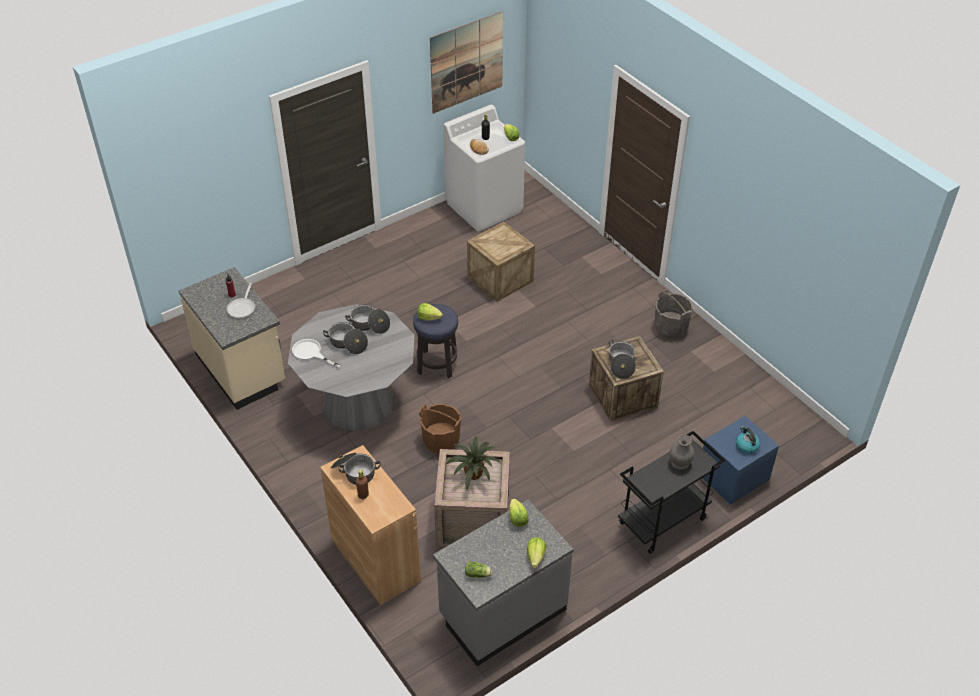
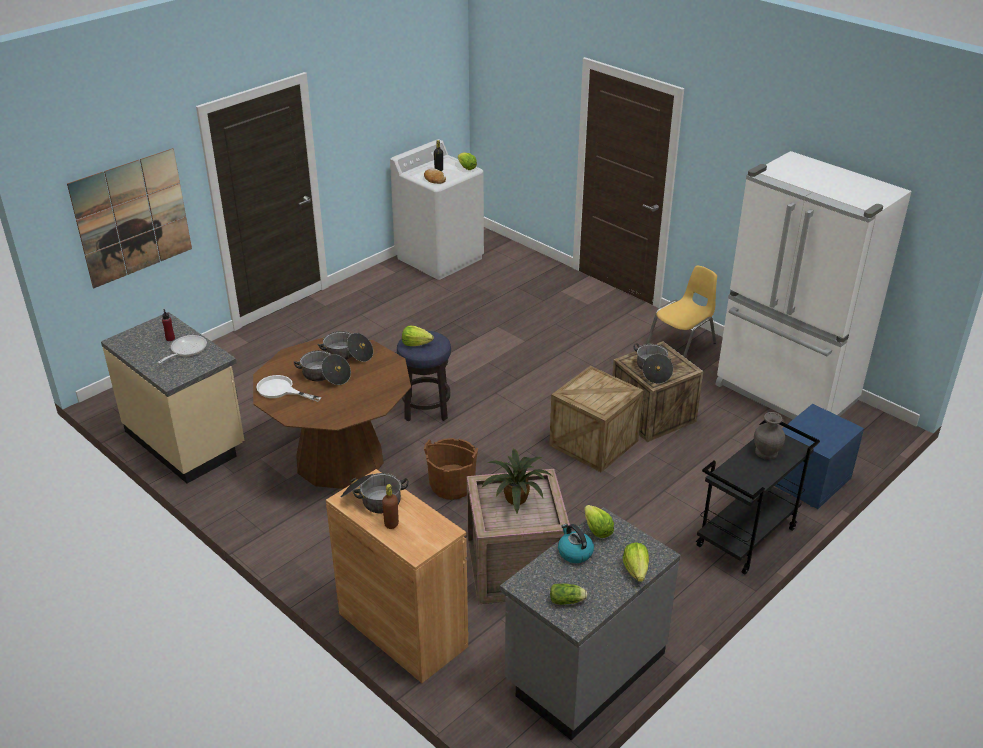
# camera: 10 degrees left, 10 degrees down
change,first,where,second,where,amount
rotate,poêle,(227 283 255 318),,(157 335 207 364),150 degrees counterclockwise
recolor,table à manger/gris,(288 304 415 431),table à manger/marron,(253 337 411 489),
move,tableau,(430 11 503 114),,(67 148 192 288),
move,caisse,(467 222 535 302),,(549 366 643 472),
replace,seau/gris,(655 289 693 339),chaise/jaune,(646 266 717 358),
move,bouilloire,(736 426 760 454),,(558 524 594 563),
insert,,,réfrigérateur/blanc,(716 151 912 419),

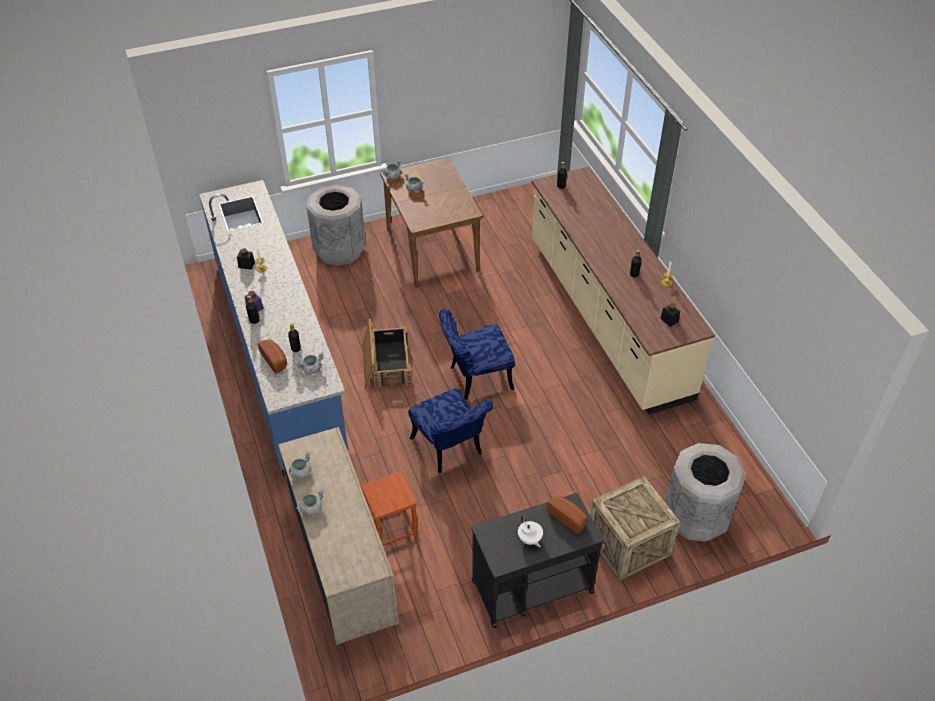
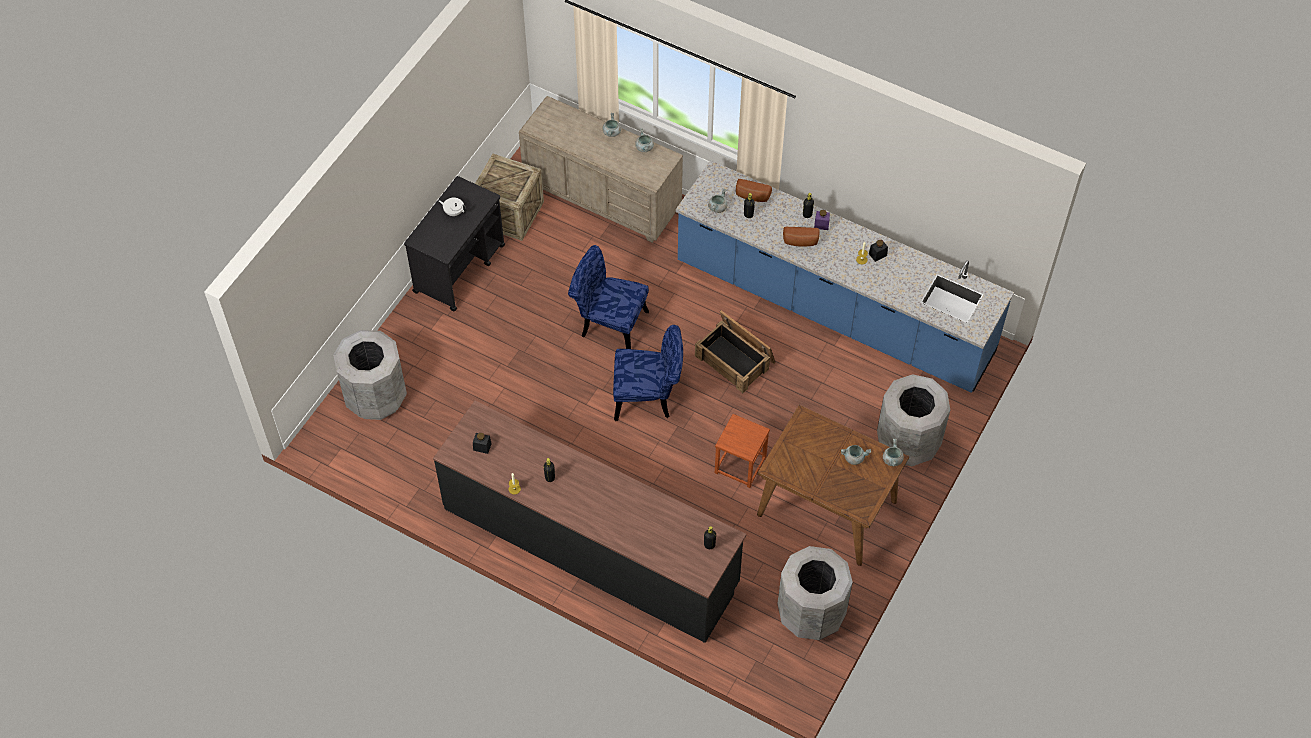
# camera: 140 degrees right, 10 degrees up
change,first,where,second,where,amount
move,tabouret/marron,(360 471 418 546),,(715 414 770 488),
rotate,chaise/bleu,(439 309 515 400),,(613 325 683 421),60 degrees clockwise
recolor,comptoir de cuisine/beige,(532 166 715 414),comptoir de cuisine/noir,(433 401 746 643),
move,pain,(547 495 587 534),,(783 227 820 247),
move,caisse,(590 476 680 580),,(475 154 544 241),
insert,,,poubelle/gris,(777 546 853 640),

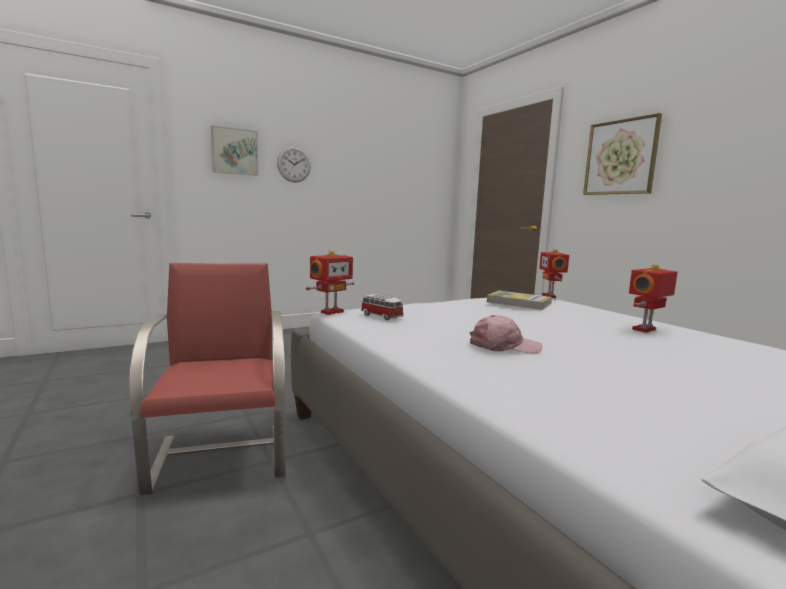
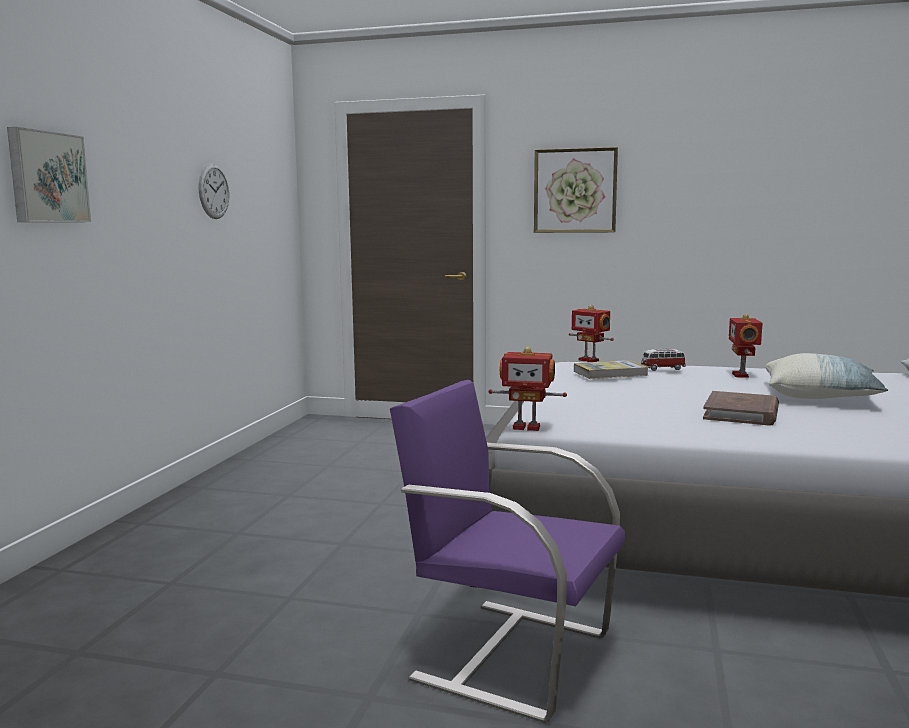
# camera: 45 degrees left, 0 degrees up
change,first,where,second,where,amount
recolor,chaise/rouge,(129 263 286 495),chaise/violet,(390 380 625 723),
move,horloge murale,(277 147 311 182),,(199 163 229 219),
rotate,robot jouet,(306 250 354 315),,(489 347 567 431),105 degrees clockwise
move,petite voiture,(361 294 404 320),,(641 348 686 371),
replace,casquette/rose,(470 315 542 354),livre/marron,(703 391 779 425),
insert,,,coussin,(765 353 888 399),

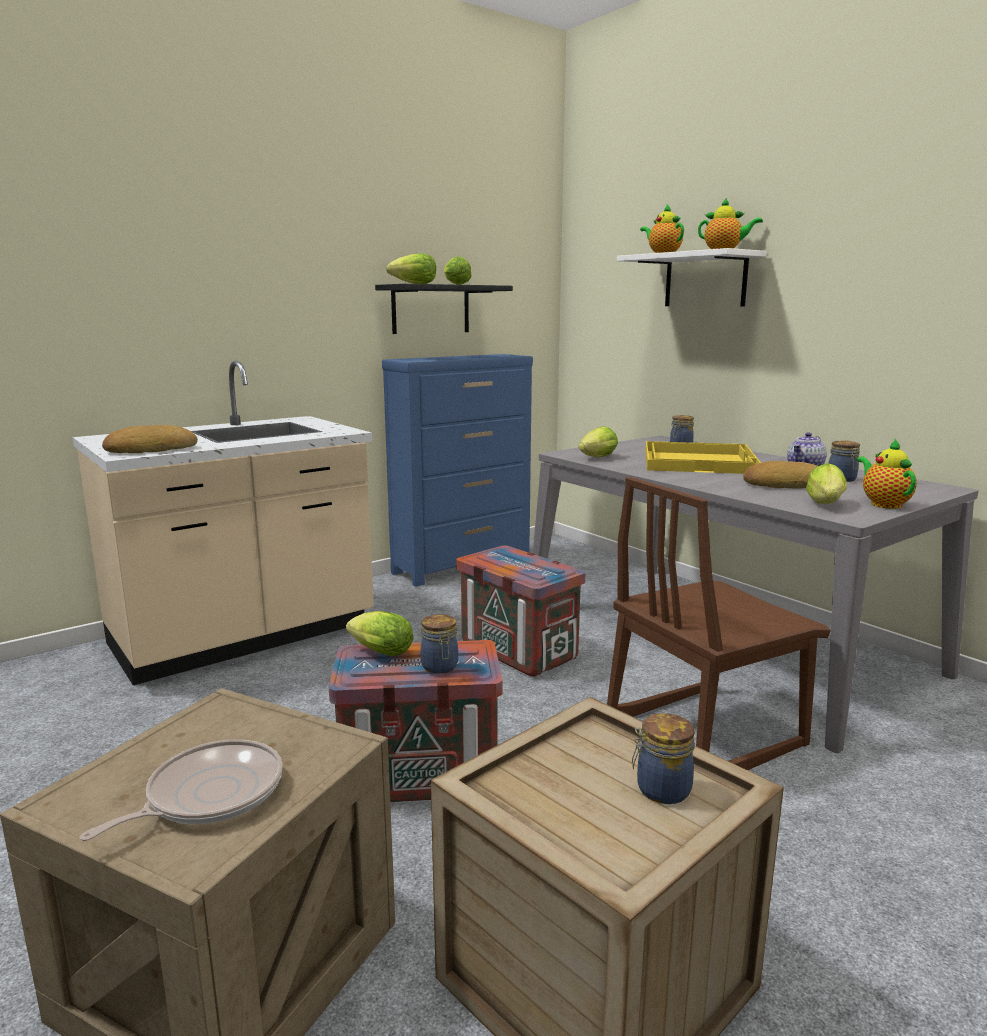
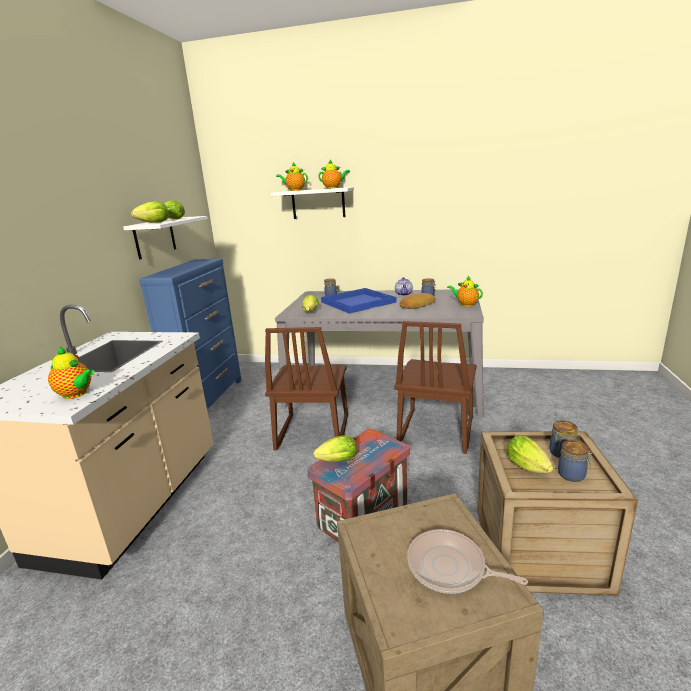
# camera: 40 degrees left, 5 degrees up
change,first,where,second,where,amount
rotate,poêle,(80 739 282 841),,(407 529 528 594),60 degrees counterclockwise
replace,pain,(102 425 198 453),théière,(48 346 95 399),
recolor,étagère/noir,(375 284 513 334),étagère/blanc,(123 216 208 260),
move,bocal,(421 614 458 673),,(558 440 593 482),
replace,caisse,(456 546 585 677),chaise/marron,(265 327 348 451),
recolor,plateau/jaune,(645 441 761 474),plateau/bleu,(321 288 397 314),
move,laitue,(806 463 847 504),,(506 435 553 473),

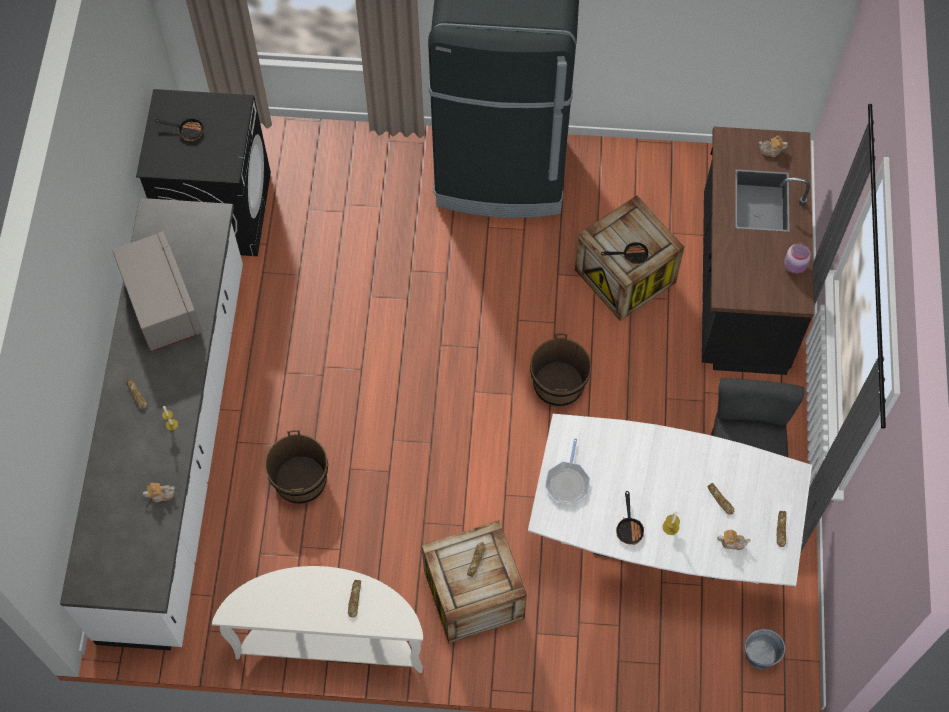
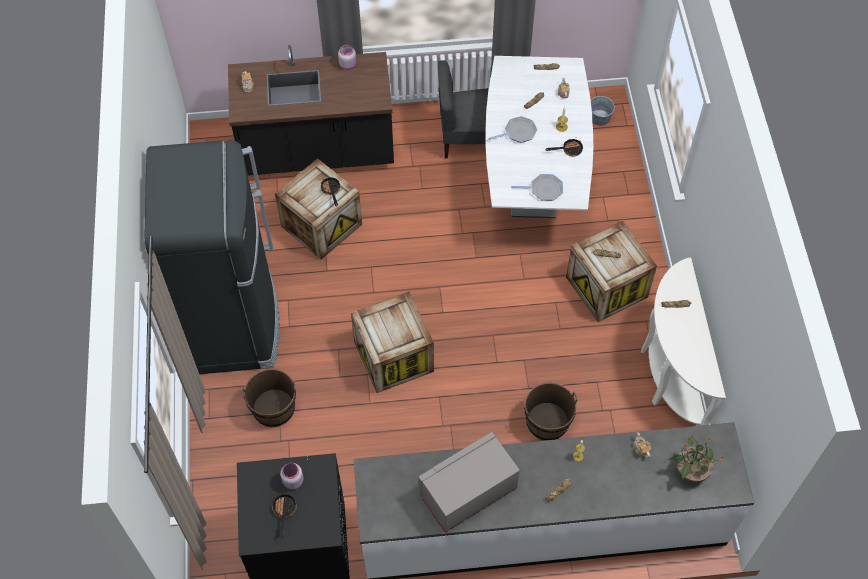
# camera: 100 degrees left, 5 degrees down
change,first,where,second,where,amount
move,seau/marron,(530 333 591 407),,(242 369 296 427),
insert,,,bocal/rose,(280 463 304 489),
insert,,,caisse,(351 292 434 393),
insert,,,poêle,(488 116 537 143),
insert,,,plante en pot,(667 434 724 482),

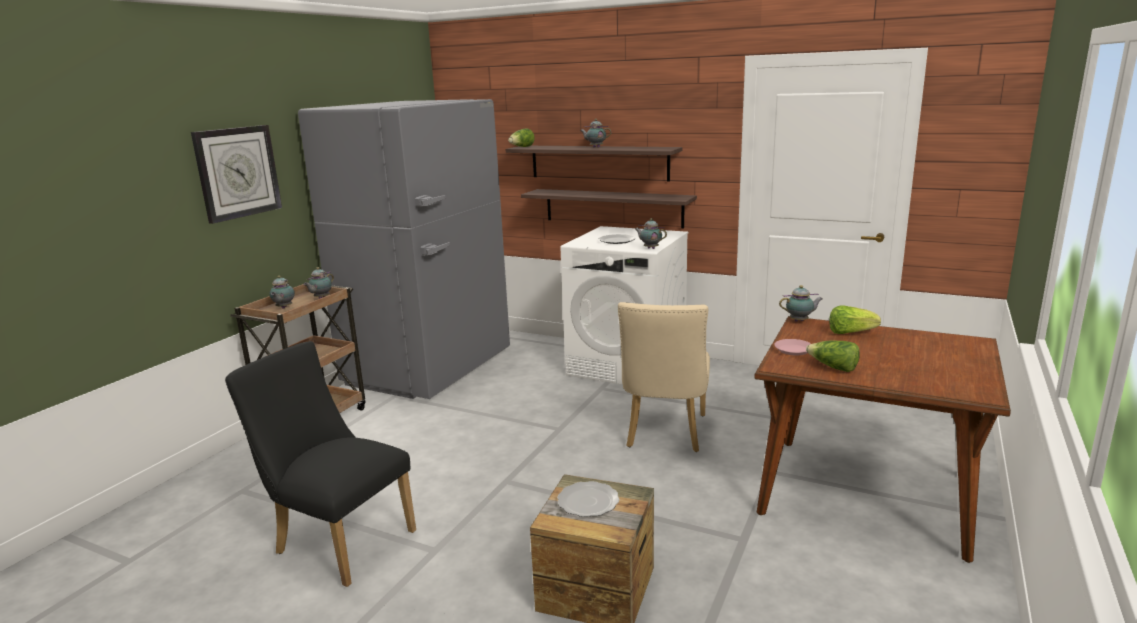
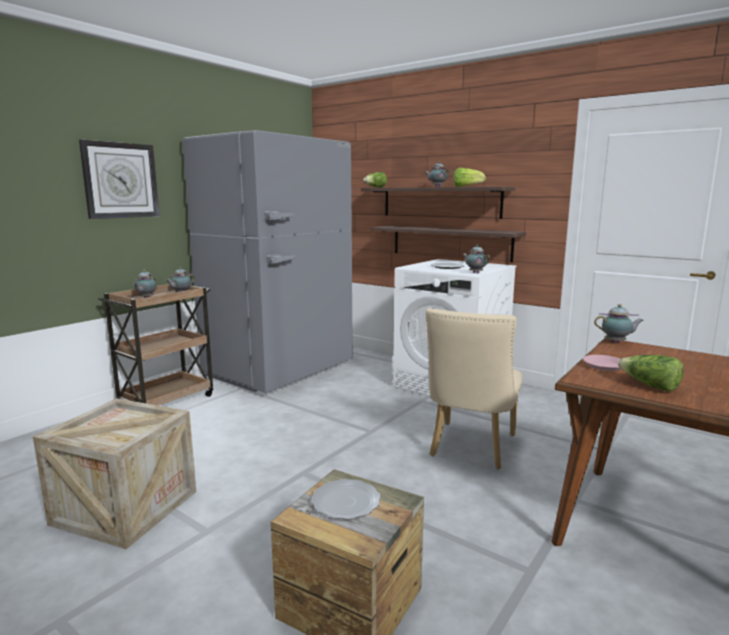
# camera: 10 degrees right, 5 degrees down
change,first,where,second,where,amount
replace,chaise/noir,(225 341 416 587),caisse,(33 398 196 549),
move,laitue,(829 305 881 334),,(453 168 486 187),

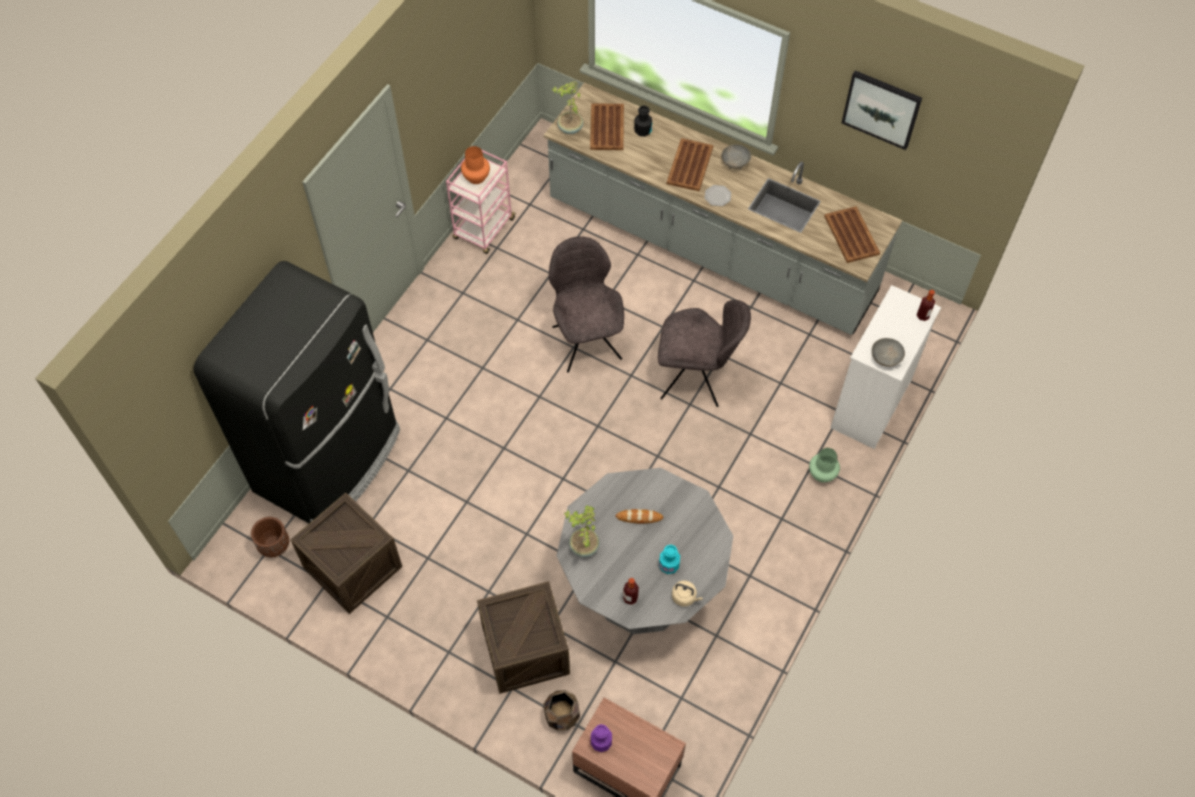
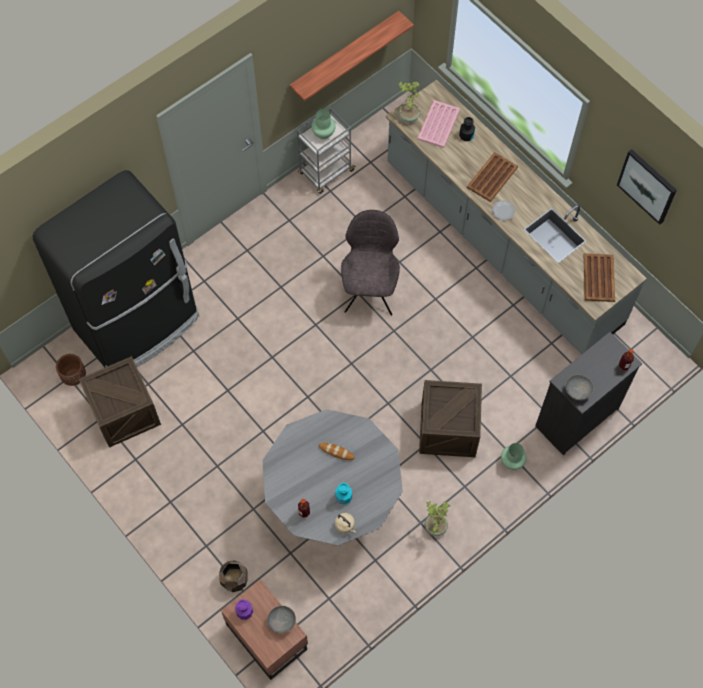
# camera: 20 degrees right, 5 degrees up
change,first,where,second,where,amount
recolor,chariot/rose,(446 150 517 254),chariot/gris,(297 107 356 194),
recolor,vase/orange,(461 146 490 184),vase/vert,(311 109 336 139),
move,caisse,(477 581 570 694),,(419 380 482 457),
move,plante en pot,(564 506 600 557),,(425 501 450 536),
recolor,plateau/marron,(590 103 624 150),plateau/rose,(417 100 460 148),
delete,chaise/gris,(658 300 751 407),,,
move,bol/gris,(721 144 751 170),,(267 606 296 633),
recolor,commode/blanc,(831 285 941 449),commode/noir,(535 332 643 456),
insert,,,étagère,(289 11 414 101),

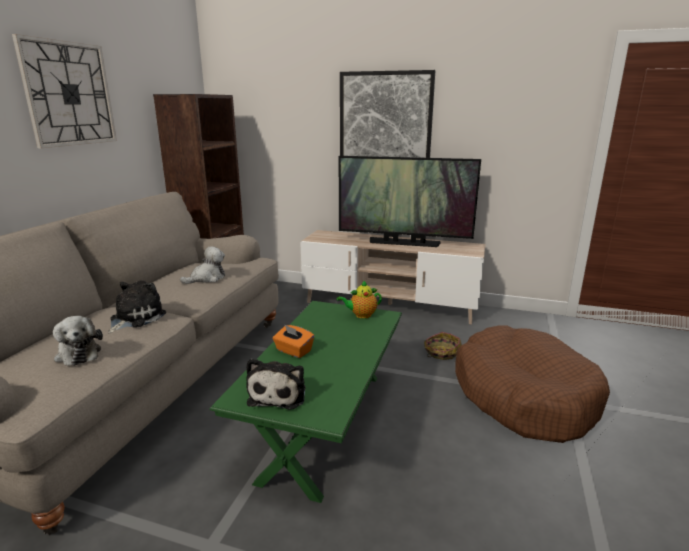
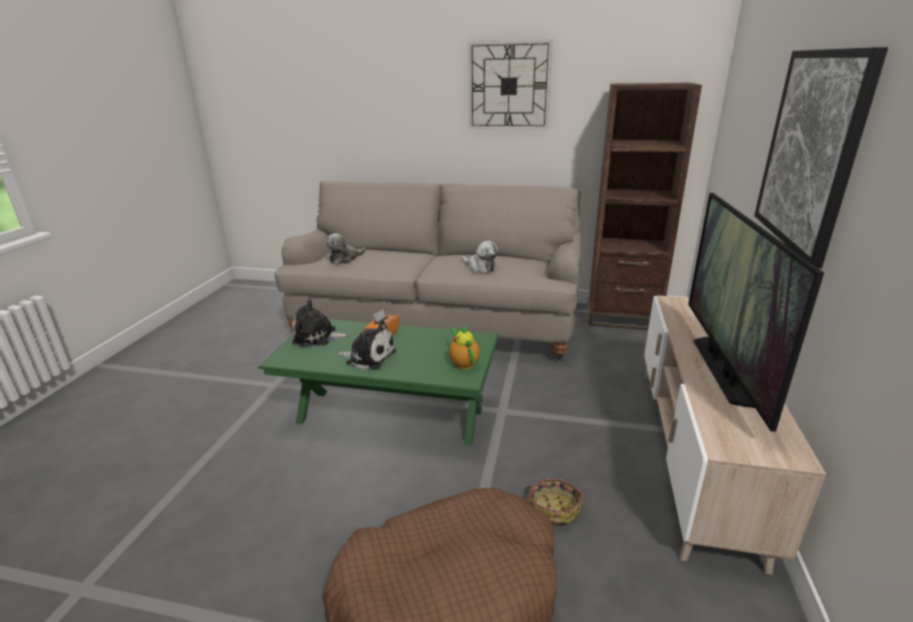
# camera: 85 degrees right, 5 degrees up
change,first,where,second,where,amount
move,peluche,(108 280 166 333),,(337 321 396 370),

